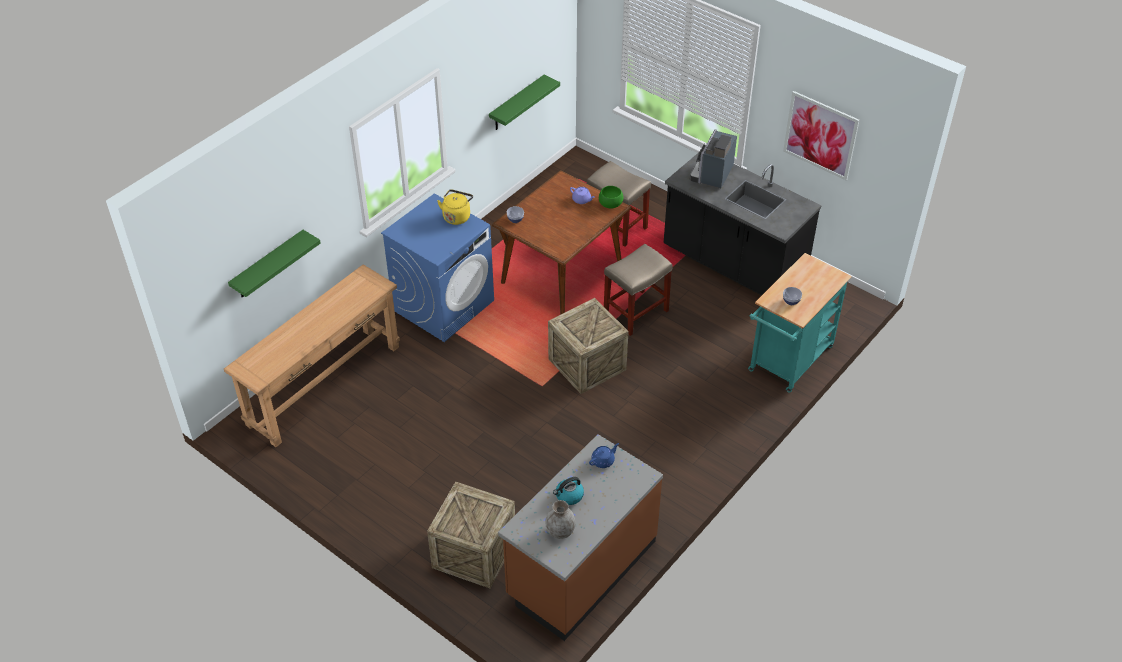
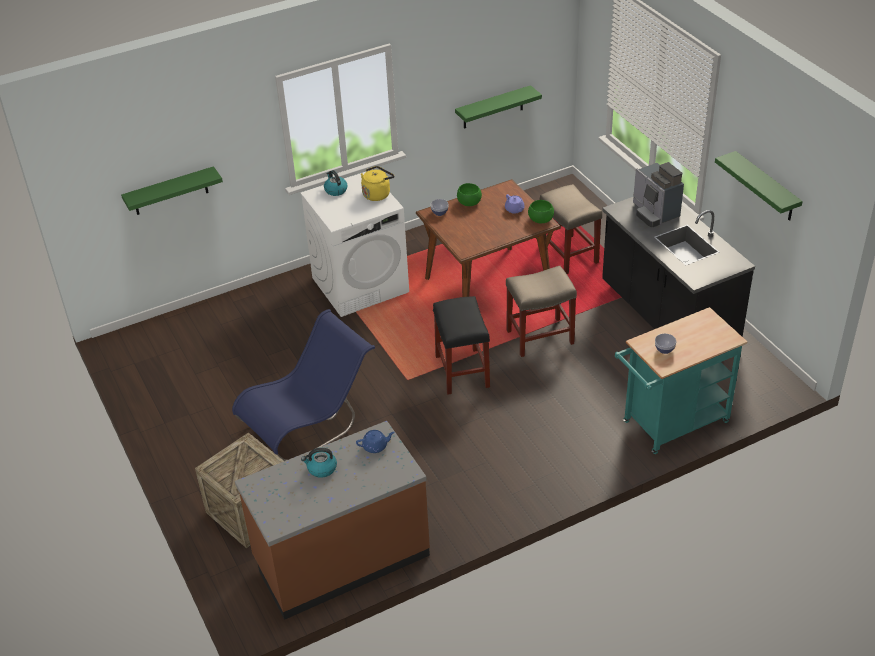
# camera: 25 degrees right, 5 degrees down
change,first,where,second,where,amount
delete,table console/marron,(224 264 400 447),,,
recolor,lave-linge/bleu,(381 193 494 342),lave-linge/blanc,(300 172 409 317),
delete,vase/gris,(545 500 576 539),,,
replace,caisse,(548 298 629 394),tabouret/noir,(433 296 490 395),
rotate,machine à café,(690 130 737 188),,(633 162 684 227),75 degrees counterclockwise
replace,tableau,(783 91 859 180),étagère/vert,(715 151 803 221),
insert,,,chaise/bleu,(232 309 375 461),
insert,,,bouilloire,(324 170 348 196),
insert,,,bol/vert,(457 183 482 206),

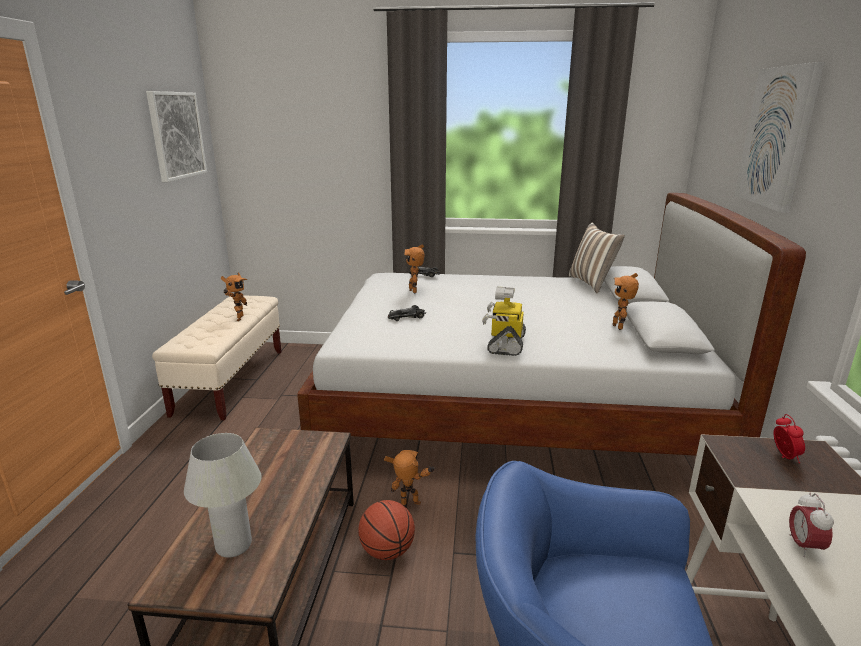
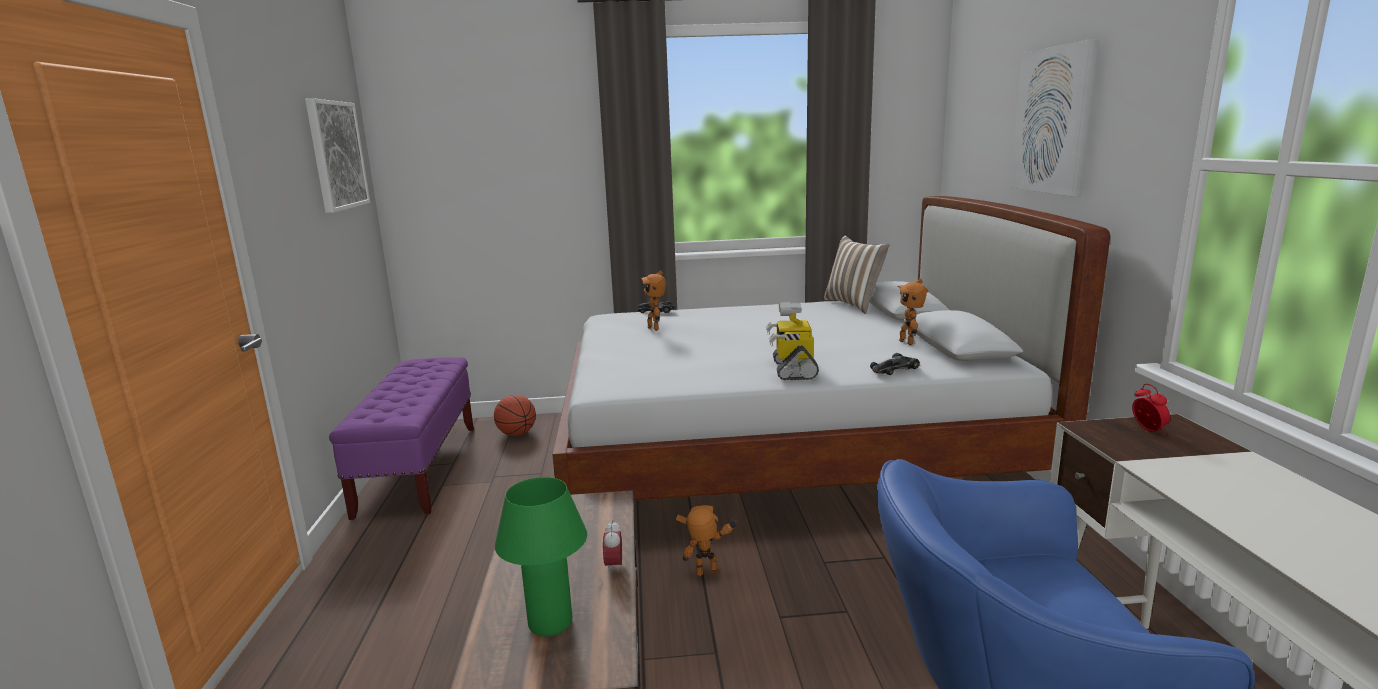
# camera: 10 degrees left, 5 degrees down
change,first,where,second,where,amount
recolor,banc/beige,(152 295 282 420),banc/violet,(329 357 474 520),
recolor,lampe de table/blanc,(184 433 262 558),lampe de table/vert,(495 477 587 636),
delete,robot jouet,(221 272 247 321),,,
move,ballon de basket,(358 500 415 560),,(494 395 536 436),
move,petite voiture,(388 305 426 321),,(870 353 920 375),
move,réveil,(789 493 834 557),,(603 520 622 574),

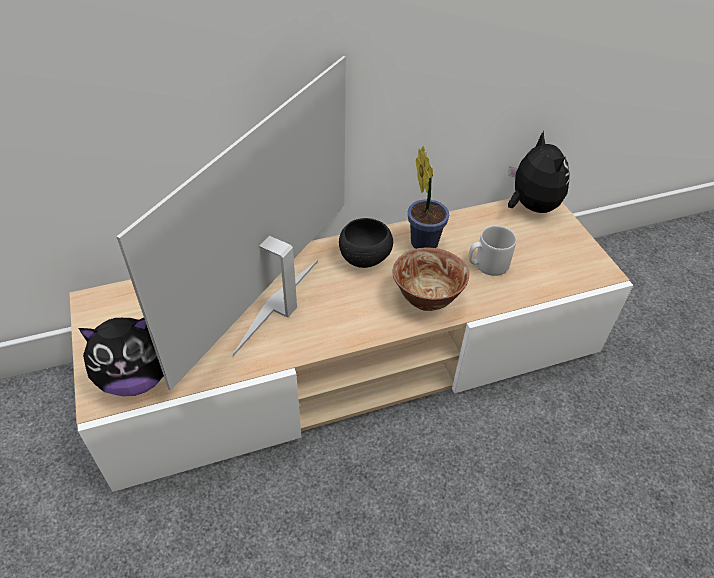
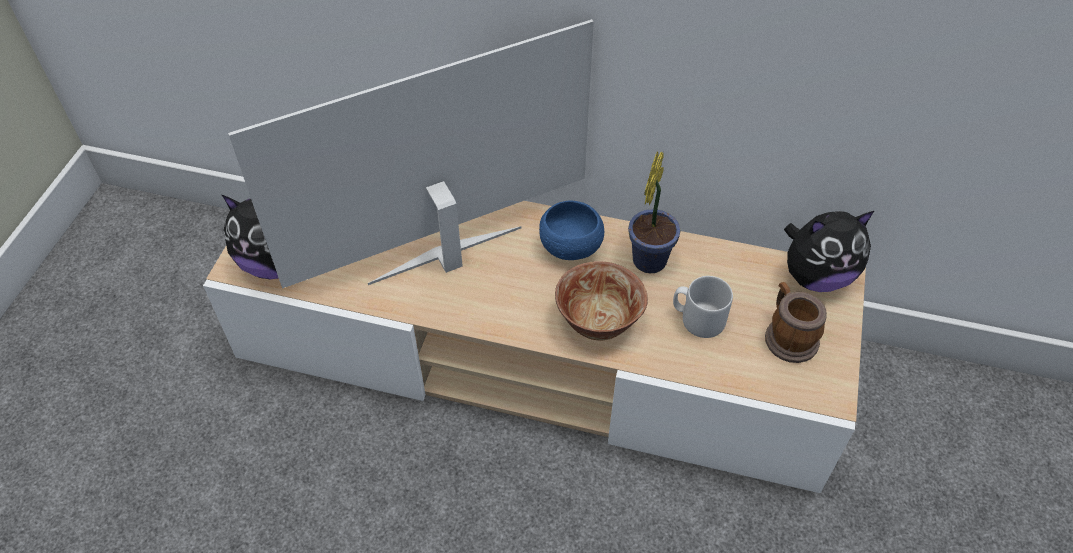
# camera: 35 degrees right, 5 degrees up
change,first,where,second,where,amount
recolor,bol/noir,(339 218 393 268),bol/bleu,(539 201 604 260),
rotate,peluche,(508 130 570 213),,(784 211 874 292),60 degrees clockwise
insert,,,mug,(765 282 827 363),

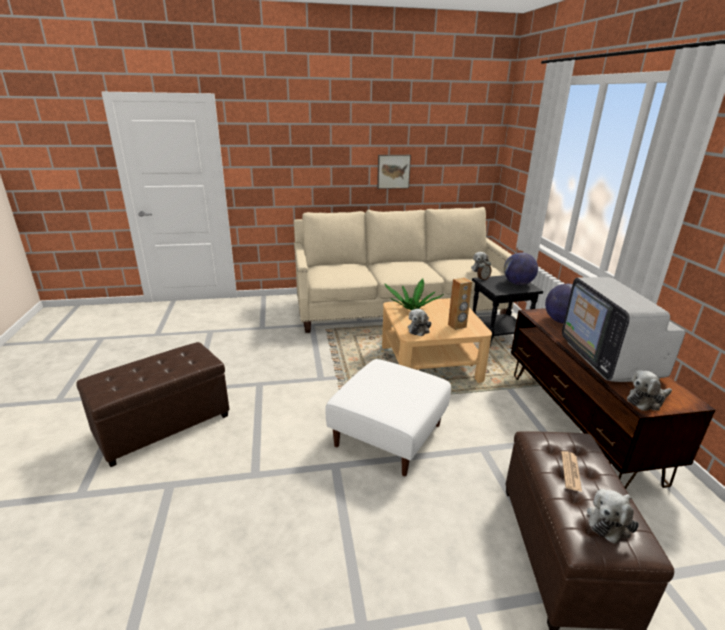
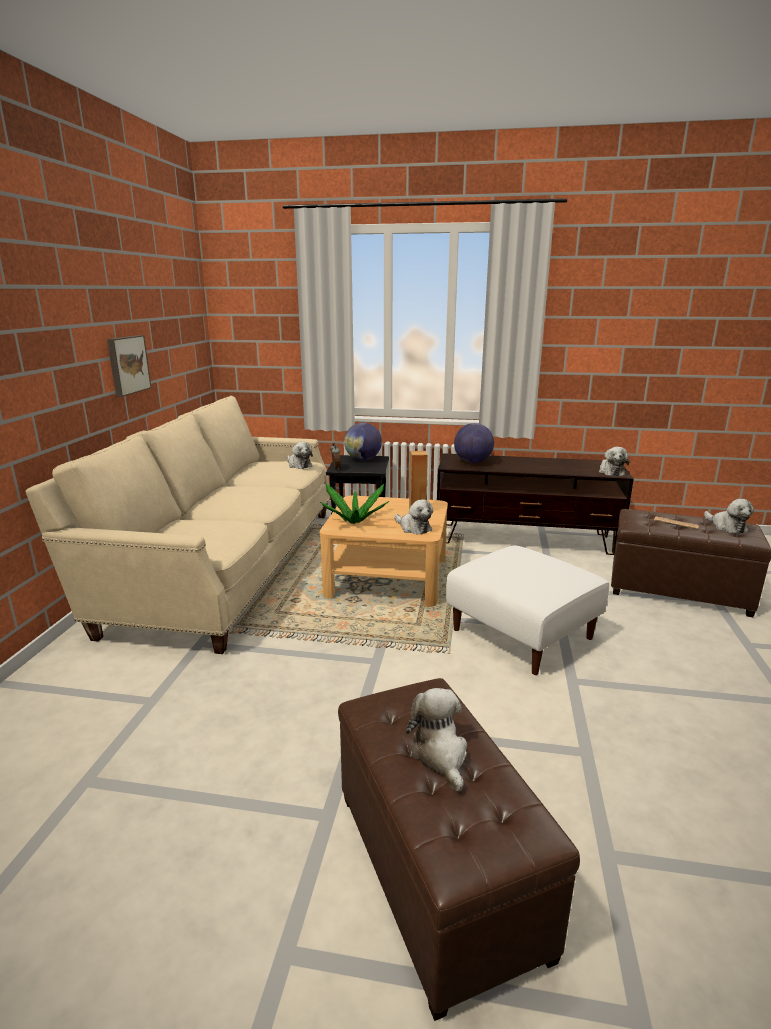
# camera: 70 degrees left, 5 degrees down
change,first,where,second,where,amount
delete,téléviseur,(562 277 686 382),,,
insert,,,peluche,(406 688 467 792),

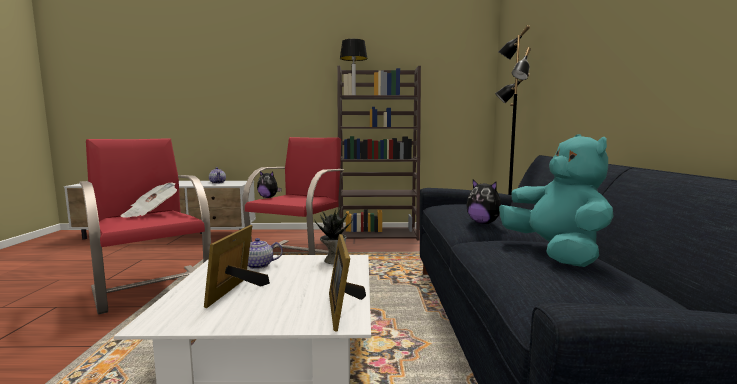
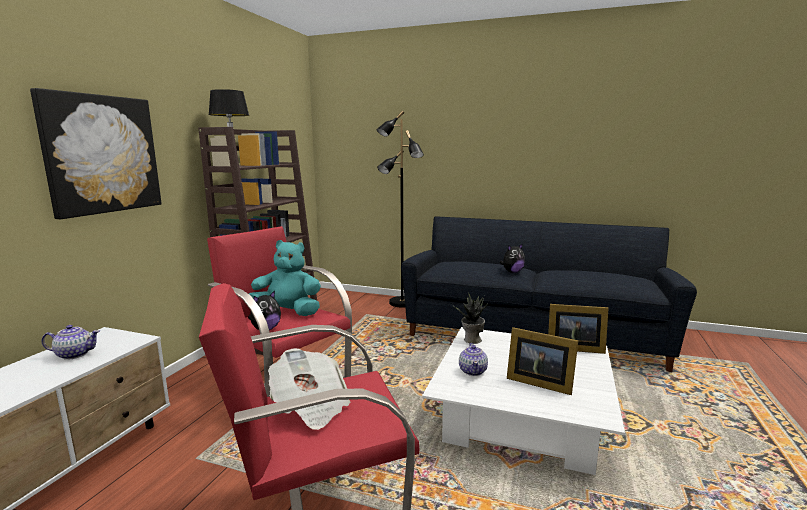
# camera: 70 degrees left, 5 degrees up
change,first,where,second,where,amount
move,peluche/turquoise,(499 134 614 267),,(249 240 321 316),
insert,,,tableau,(30 88 162 219),

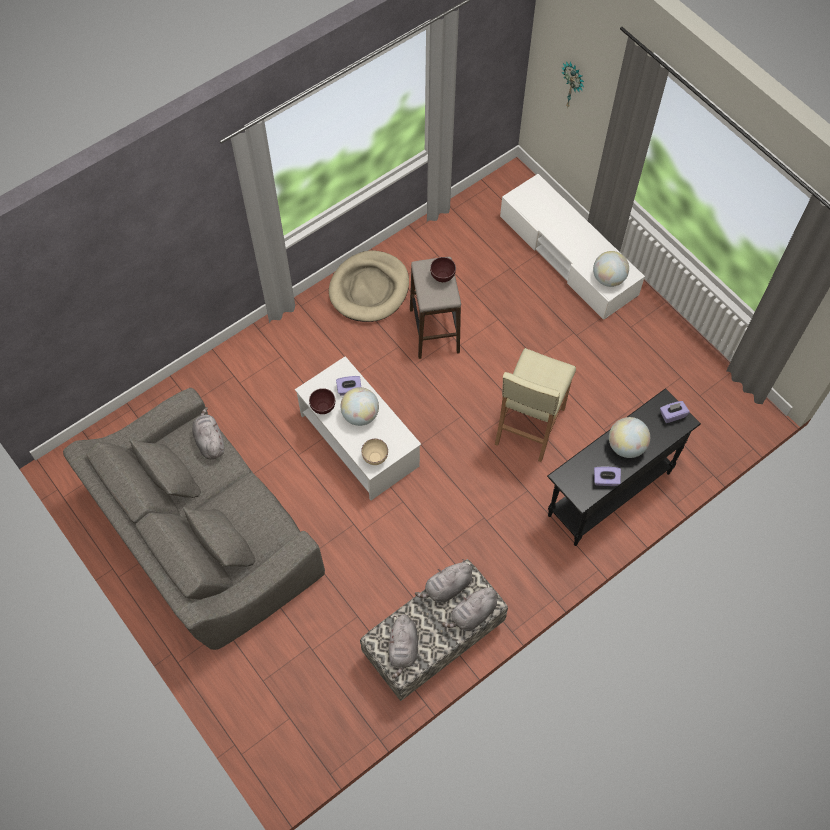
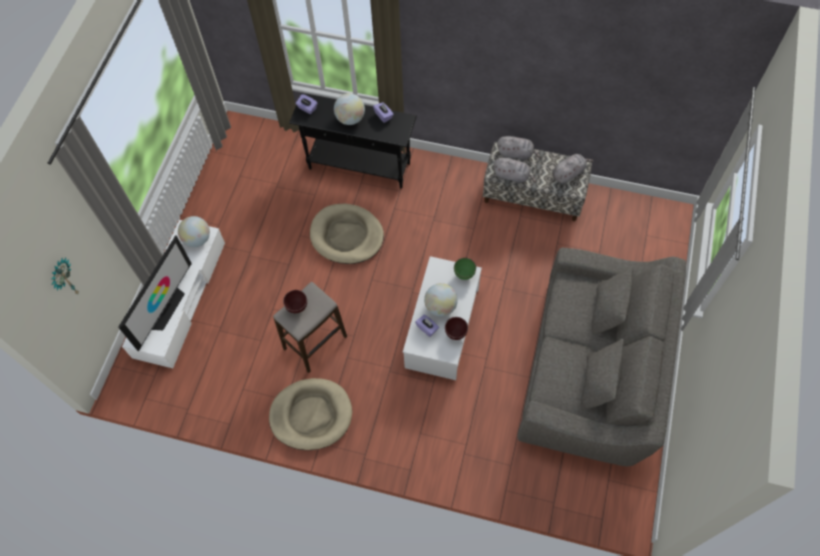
# camera: 125 degrees left, 0 degrees up
change,first,where,second,where,amount
delete,peluche/gris,(192 407 224 459),,,
recolor,bol/beige,(361 439 388 465),bol/vert,(454 258 476 280),
replace,tabouret/beige,(495 348 576 462),panier pour chien/beige,(310 204 384 264),
insert,,,téléviseur,(118 235 192 351),

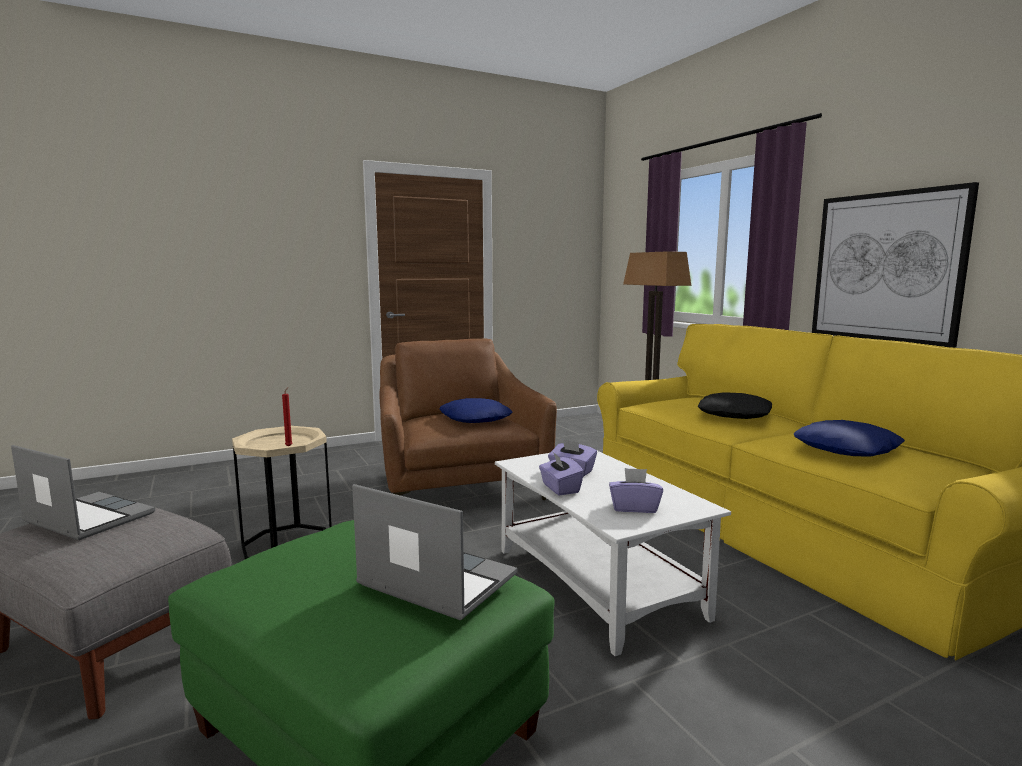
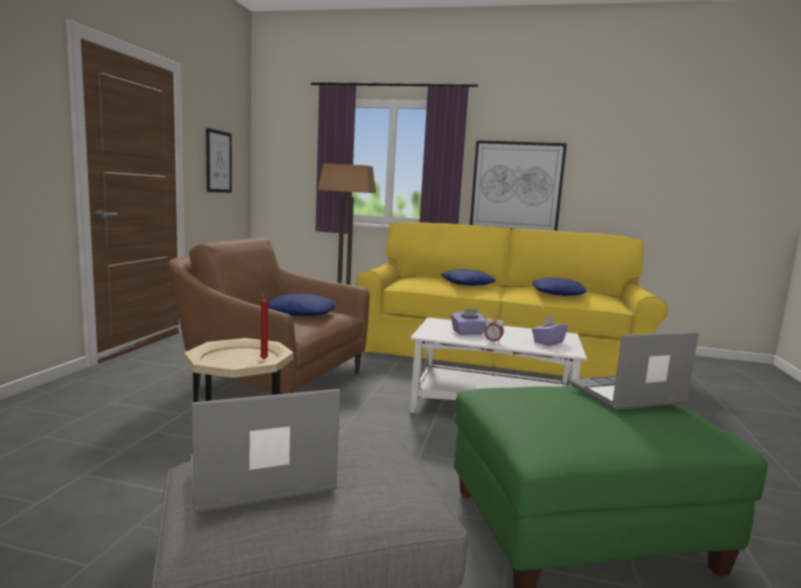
# camera: 50 degrees left, 0 degrees up
change,first,where,second,where,amount
replace,boîte à mouchoirs/violet,(539 452 584 495),réveil,(484 316 504 343),
recolor,coussin/noir,(697 392 772 419),coussin/bleu,(441 269 496 286),
insert,,,tableau,(206 128 232 193),

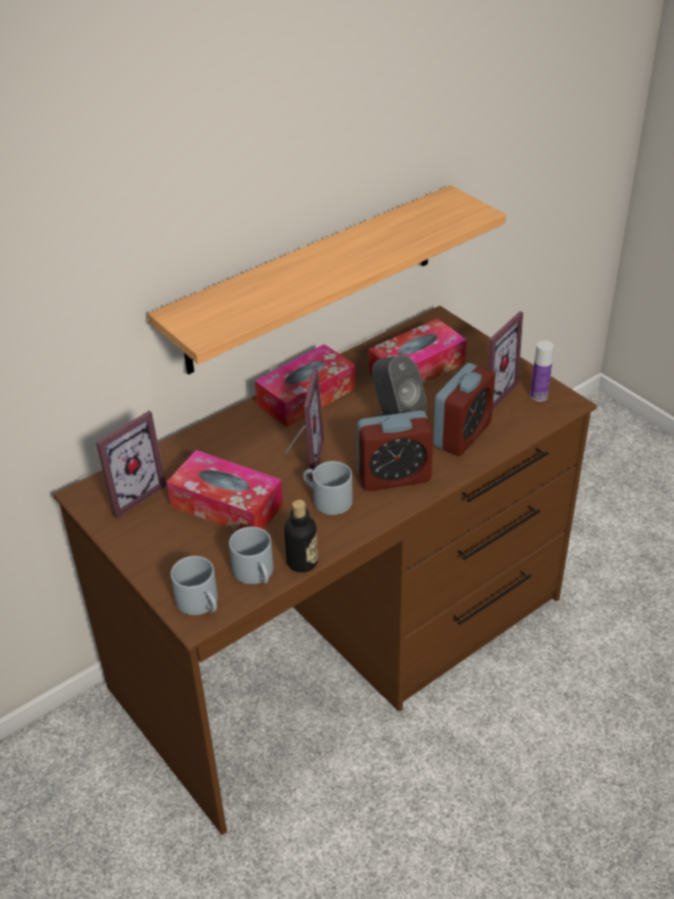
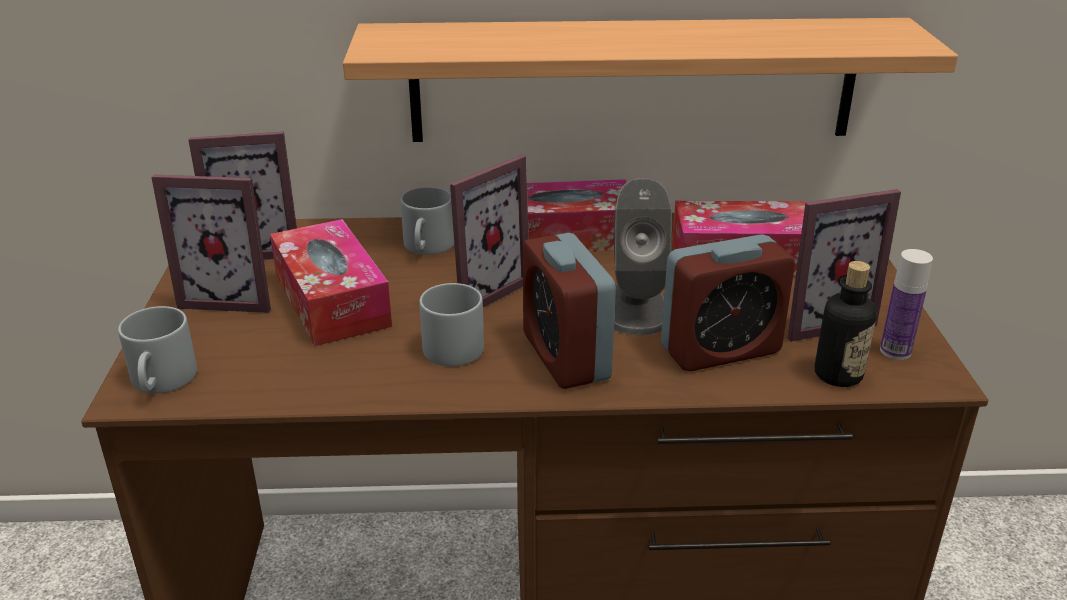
# camera: 35 degrees right, 10 degrees down
change,first,where,second,where,amount
move,mug/gris,(229 527 273 584),,(401 187 454 255),
move,bouteille,(284 500 318 573),,(815 261 877 387),
rotate,réveil,(357 410 433 491),,(523 233 616 389),45 degrees clockwise
insert,,,cadre photo,(151 175 271 313),

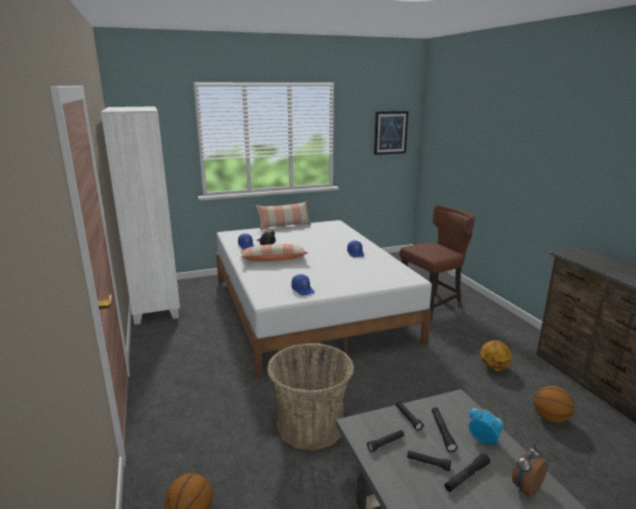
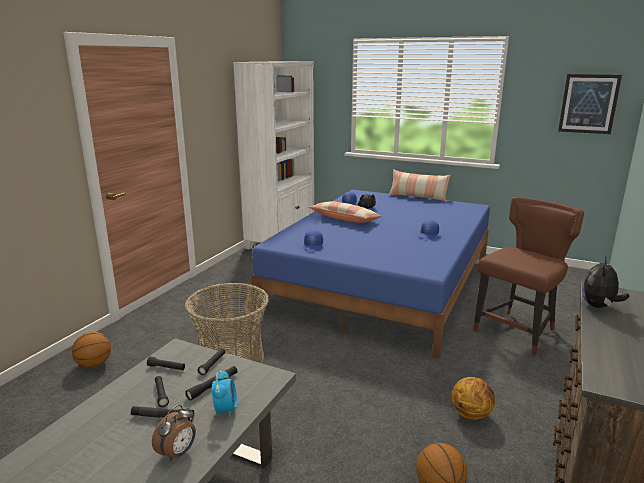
# camera: 45 degrees right, 0 degrees up
change,first,where,second,where,amount
recolor,lit/blanc,(216 220 432 379),lit/bleu,(251 190 490 359),
rotate,chaise/marron,(399 205 475 320),,(473 197 584 355),60 degrees counterclockwise
rotate,réveil,(512 444 548 497),,(152 405 196 461),120 degrees clockwise
insert,,,peluche,(582 256 629 308),

